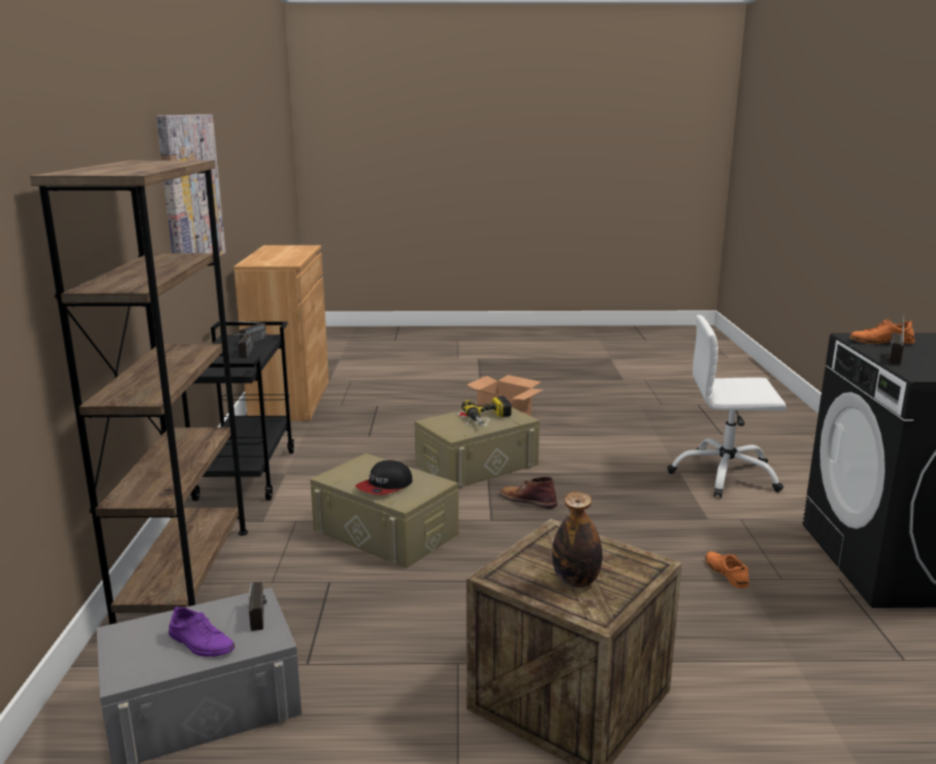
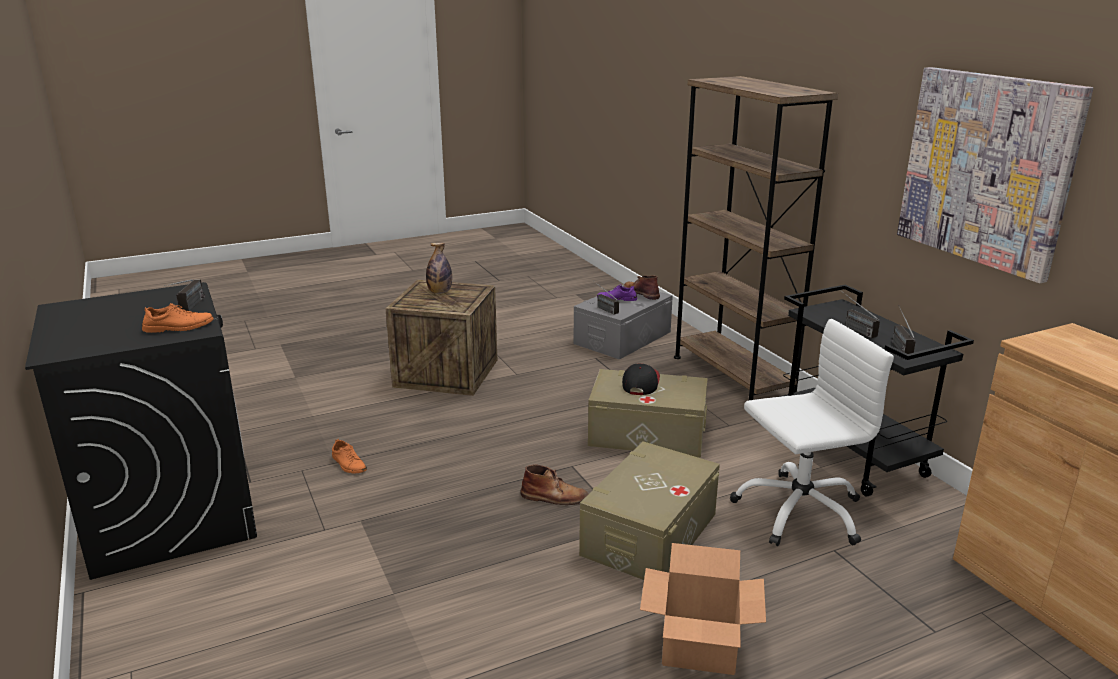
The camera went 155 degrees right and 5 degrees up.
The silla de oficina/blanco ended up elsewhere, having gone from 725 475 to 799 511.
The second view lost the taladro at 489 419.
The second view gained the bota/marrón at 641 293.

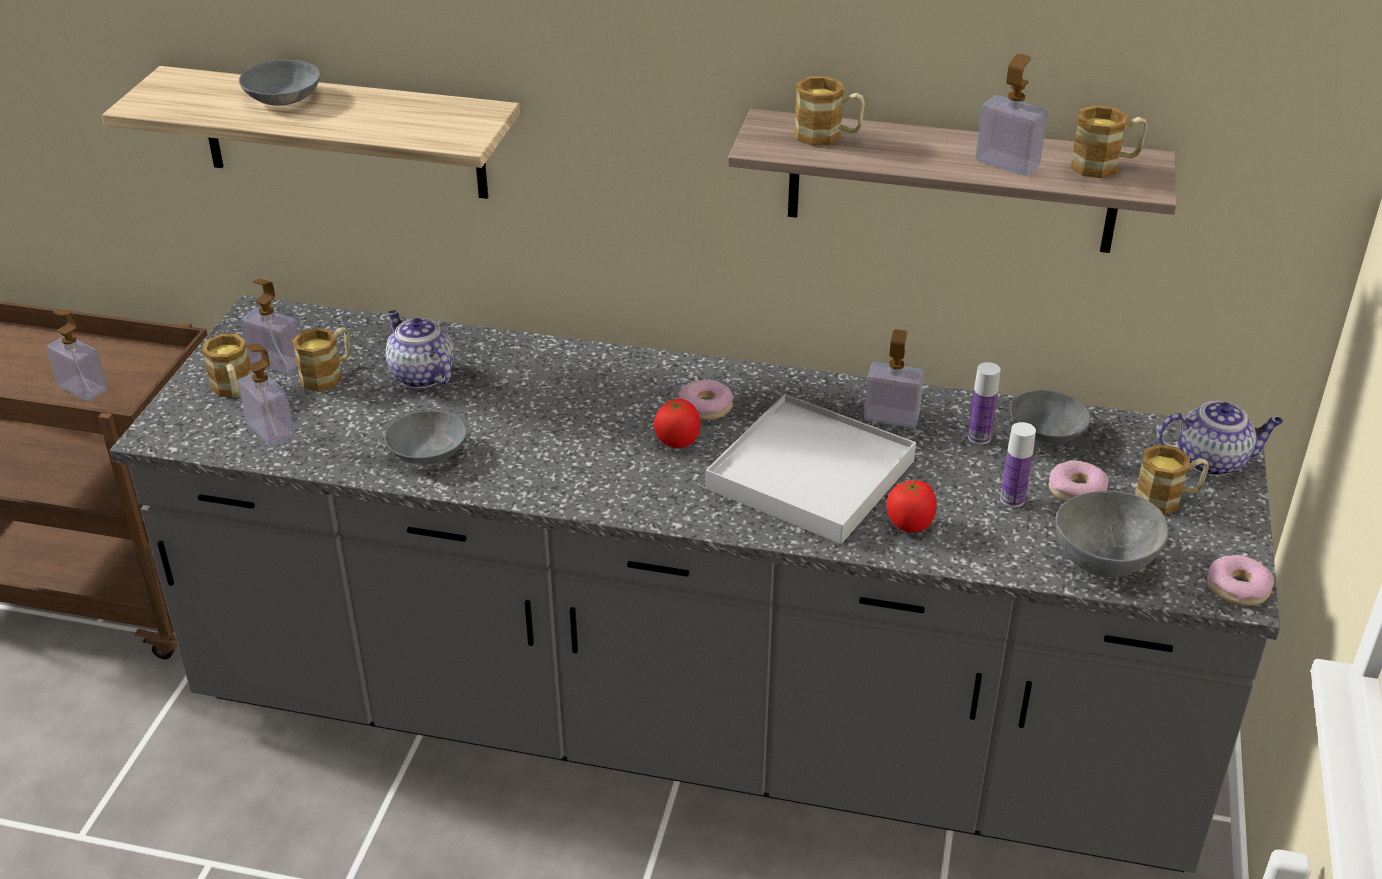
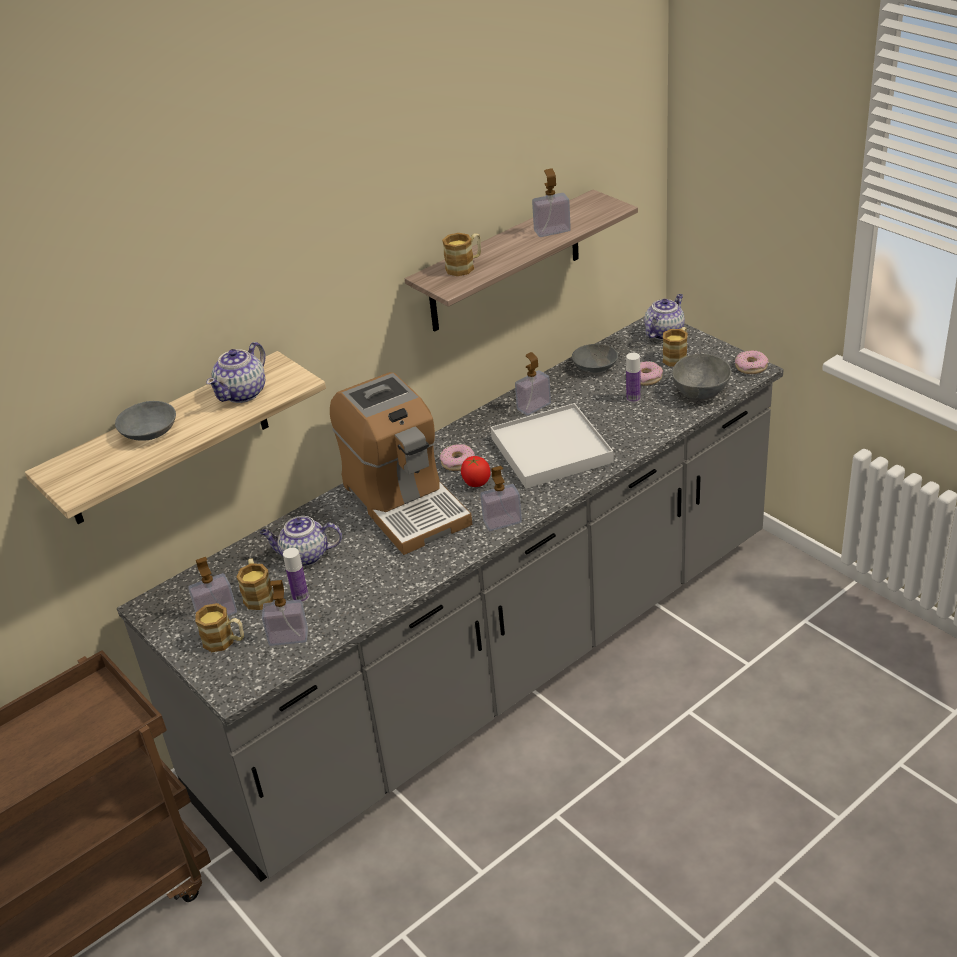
The camera went 50 degrees left and 0 degrees up.
The second view lost the taza grande at 1104 166.
The dispensador de jabón ended up elsewhere, having gone from 83 388 to 502 522.
The botella ended up elsewhere, having gone from 979 437 to 300 597.
The second view lost the cuenco/gris at 429 451.
The second view lost the tomate at 910 524.
The second view gained the tetera at 243 393.
The second view gained the cafetera at 404 503.

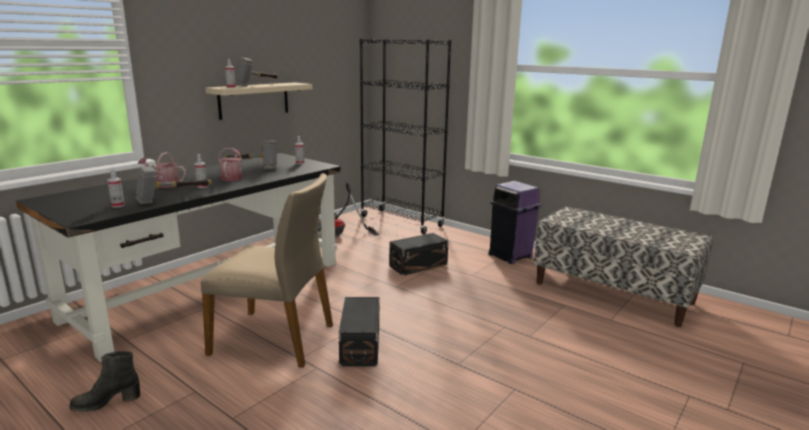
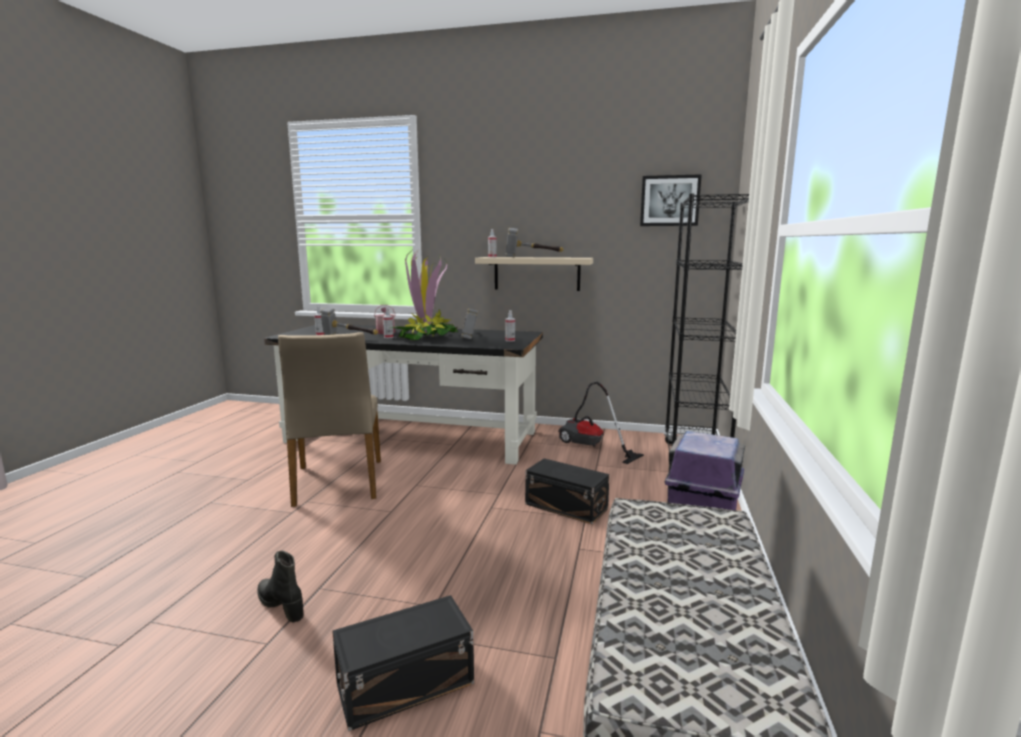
The camera went 65 degrees right and 5 degrees down.
Where the regadera stood at 232 177, the planta en maceta came to stand at 427 337.
The caja de almacenaje/negro ended up elsewhere, having gone from 359 346 to 403 683.
The bota/negro ended up elsewhere, having gone from 107 402 to 281 605.
The second view gained the cuadro at 670 201.

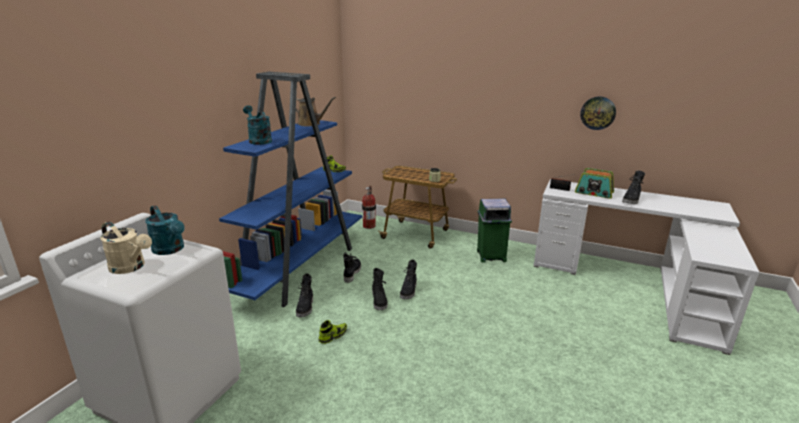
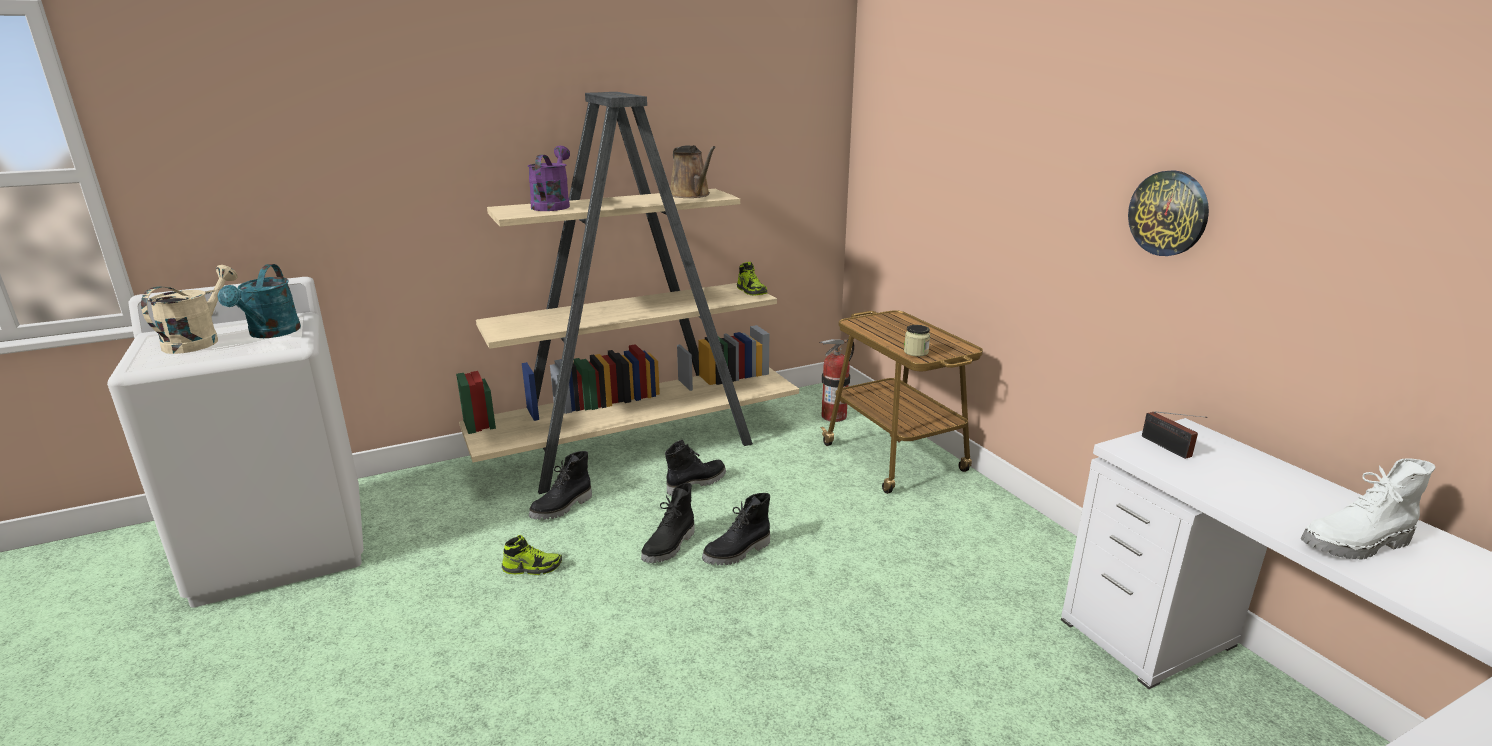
The camera went 40 degrees right and 0 degrees up.
What was the estantería/azul at 300 268 turned into the estantería/beis at 639 446.
The reloj de pared ended up elsewhere, having gone from 598 113 to 1168 213.
What was the regadera/turquesa at 258 140 turned into the regadera/morado at 552 205.
The second view lost the radio at 594 193.
What was the bota/negro at 632 200 turned into the bota/blanco at 1357 545.
The second view lost the papelera/verde at 490 256.
The regadera/beis at 131 267 ended up facing another way, 150 degrees counterclockwise from before.

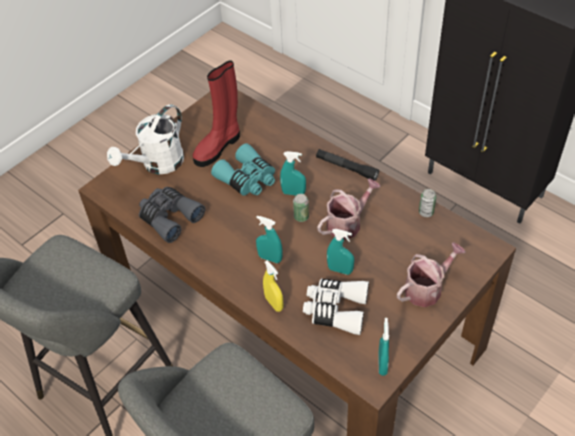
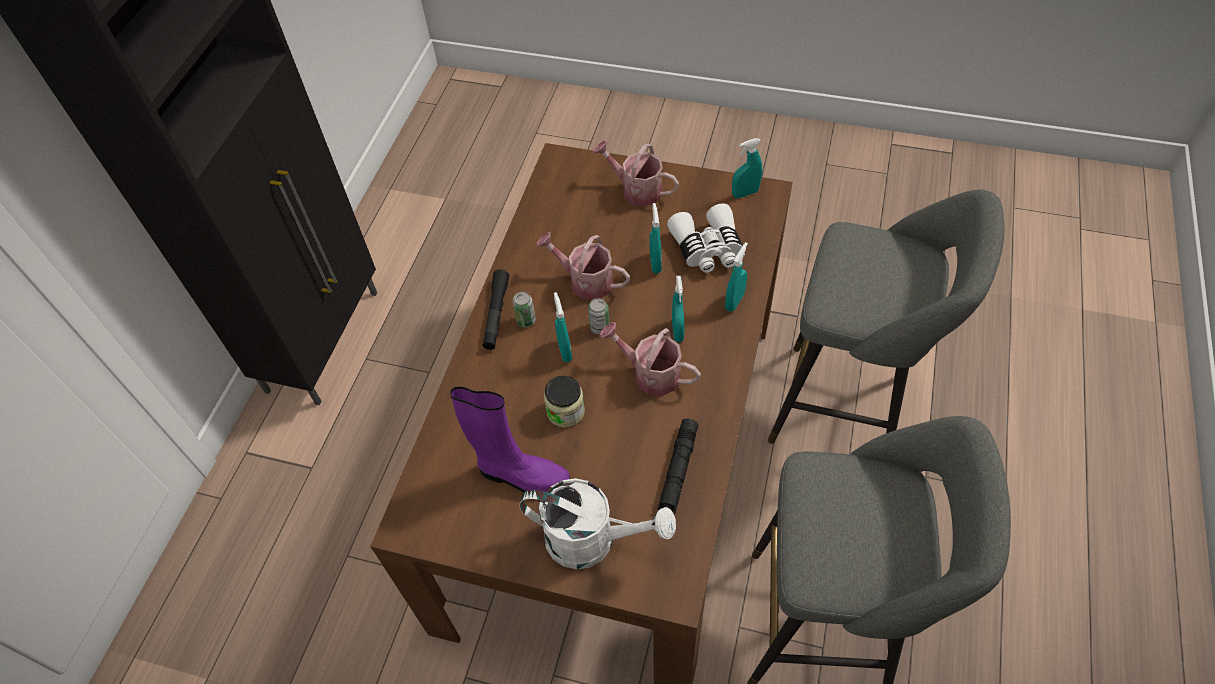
The camera went 115 degrees left and 5 degrees up.
What was the bota/rojo at 218 147 turned into the bota/morado at 521 476.
Where the prismáticos/turquesa stood at 247 179, the tarro came to stand at 565 411.
Where the prismáticos/gris stood at 169 217, the linterna/negro came to stand at 678 469.
The lata ended up elsewhere, having gone from 426 212 to 526 320.
What was the pulverizador/amarillo at 274 303 turned into the pulverizador/turquesa at 734 301.
The second view gained the regadera at 650 373.

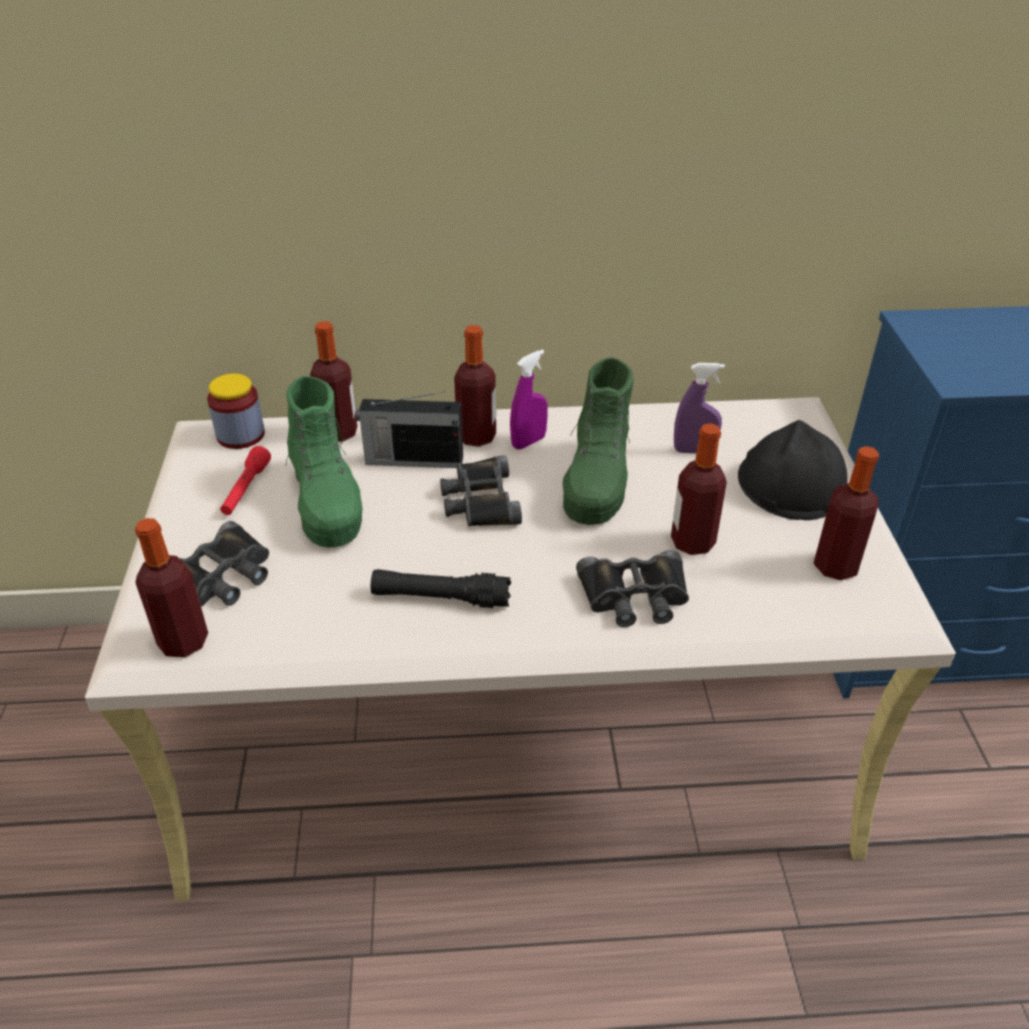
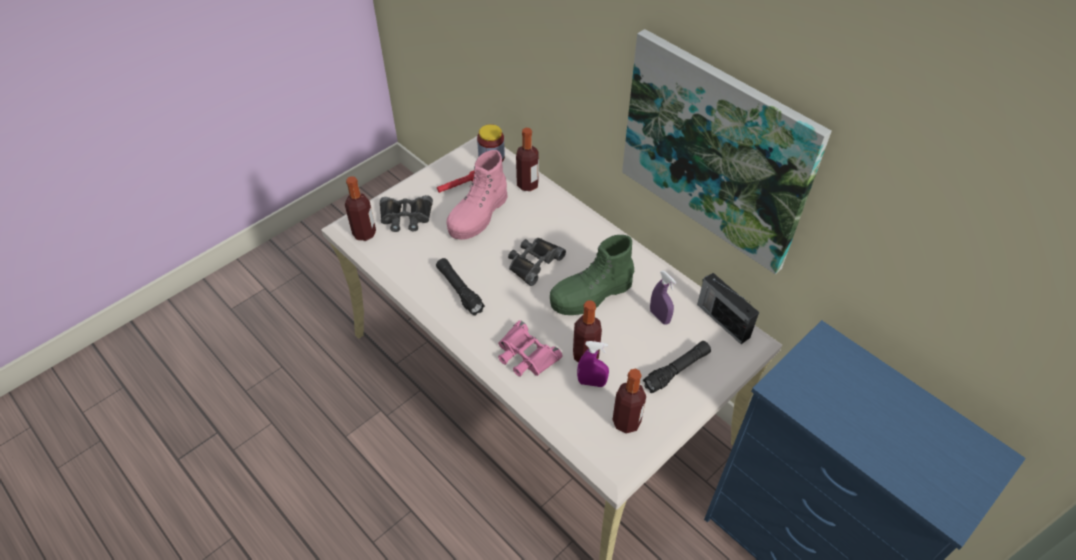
The camera went 50 degrees right and 10 degrees up.
The second view lost the botella at 476 437.
The pulverizador/morado ended up elsewhere, having gone from 528 442 to 591 382.
What was the bota/verde at 327 504 turned into the bota/rosa at 478 215.
The radio ended up elsewhere, having gone from 412 460 to 722 320.
Where the casco/negro stood at 791 483, the linterna/negro came to stand at 676 370.
What was the prismáticos/negro at 635 596 turned into the prismáticos/rosa at 525 355.
The second view gained the cuadro at 716 151.

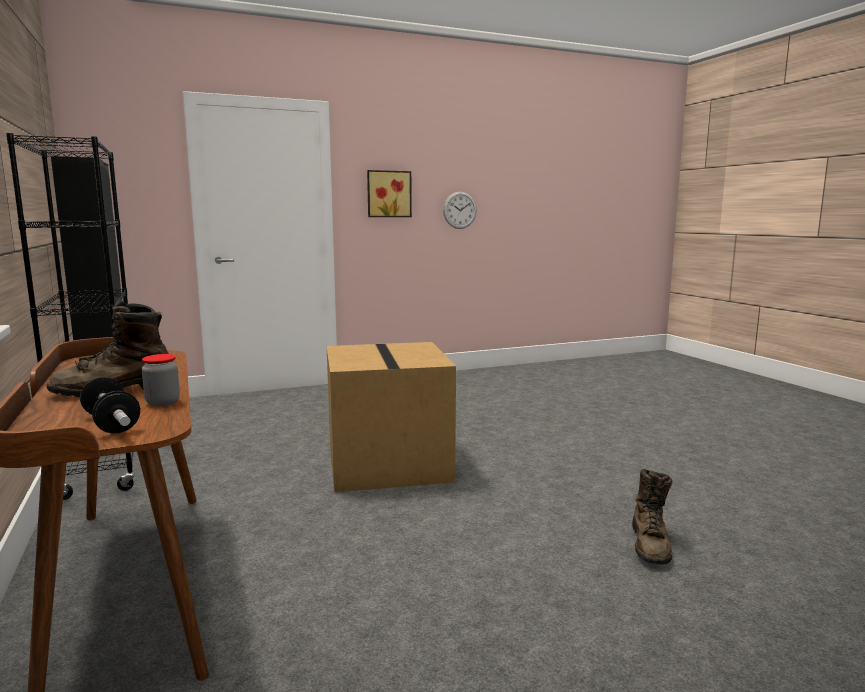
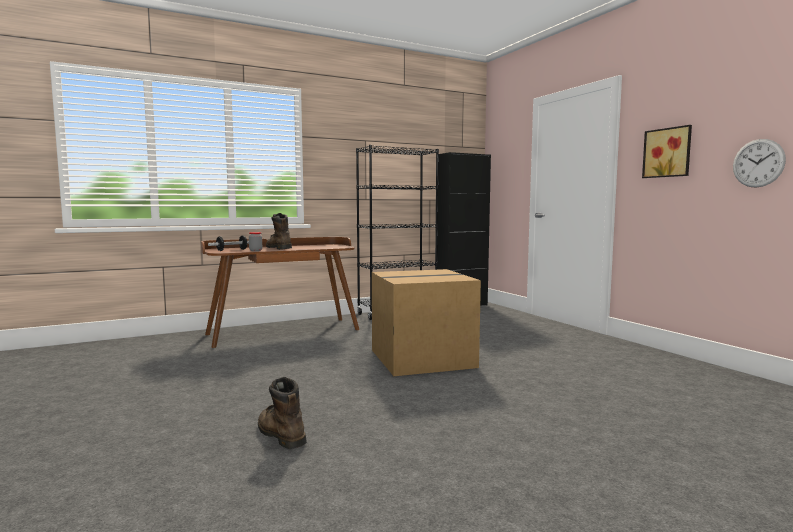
The camera went 85 degrees right and 5 degrees down.
The bota/marrón at 650 545 ended up facing another way, 45 degrees clockwise from before.

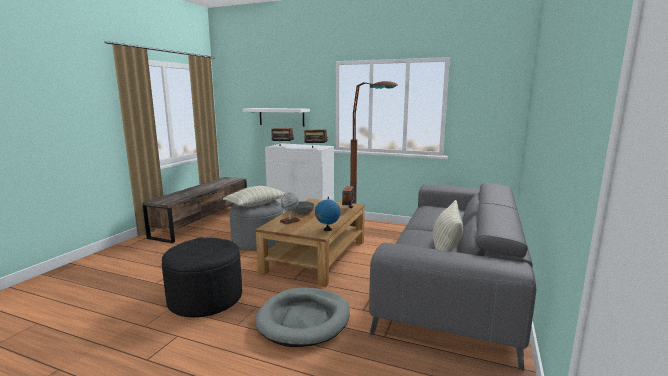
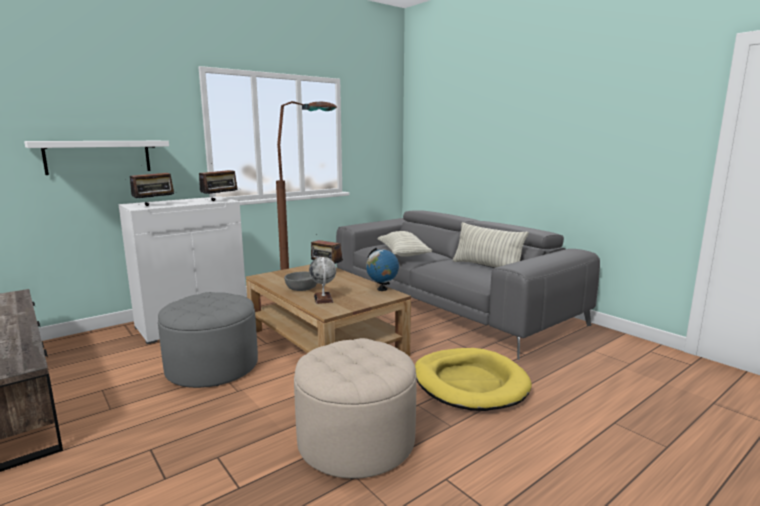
The camera went 60 degrees left and 0 degrees up.
The cojín ended up elsewhere, having gone from 256 204 to 403 254.
What was the puf/negro at 205 298 turned into the puf/beis at 356 440.
What was the cama para perro/gris at 304 319 turned into the cama para perro/amarillo at 470 383.

